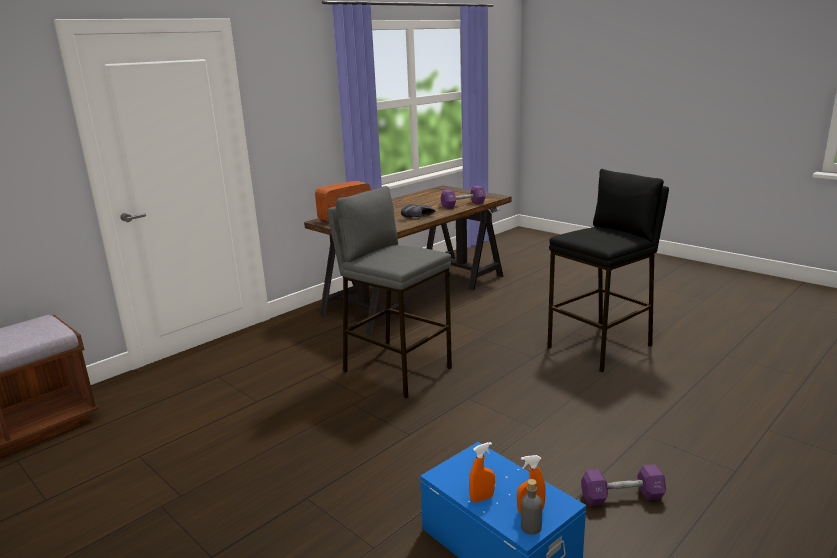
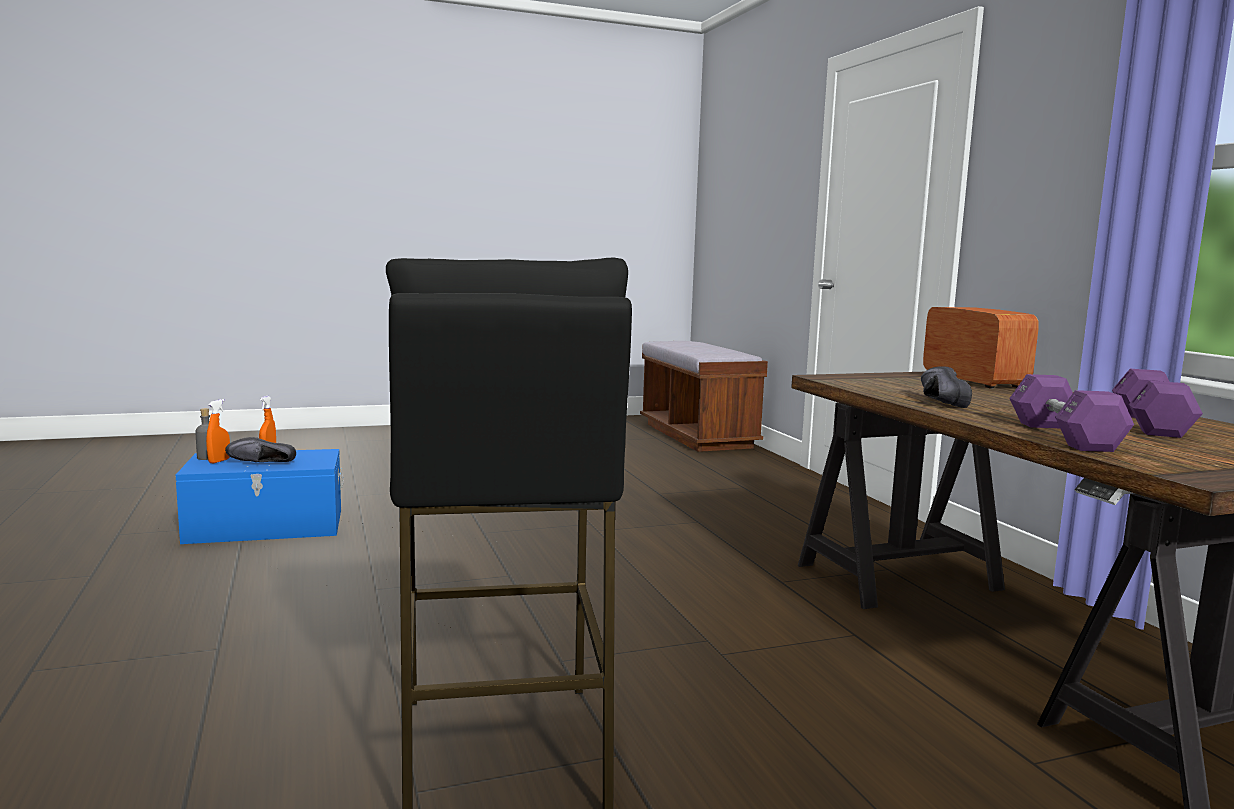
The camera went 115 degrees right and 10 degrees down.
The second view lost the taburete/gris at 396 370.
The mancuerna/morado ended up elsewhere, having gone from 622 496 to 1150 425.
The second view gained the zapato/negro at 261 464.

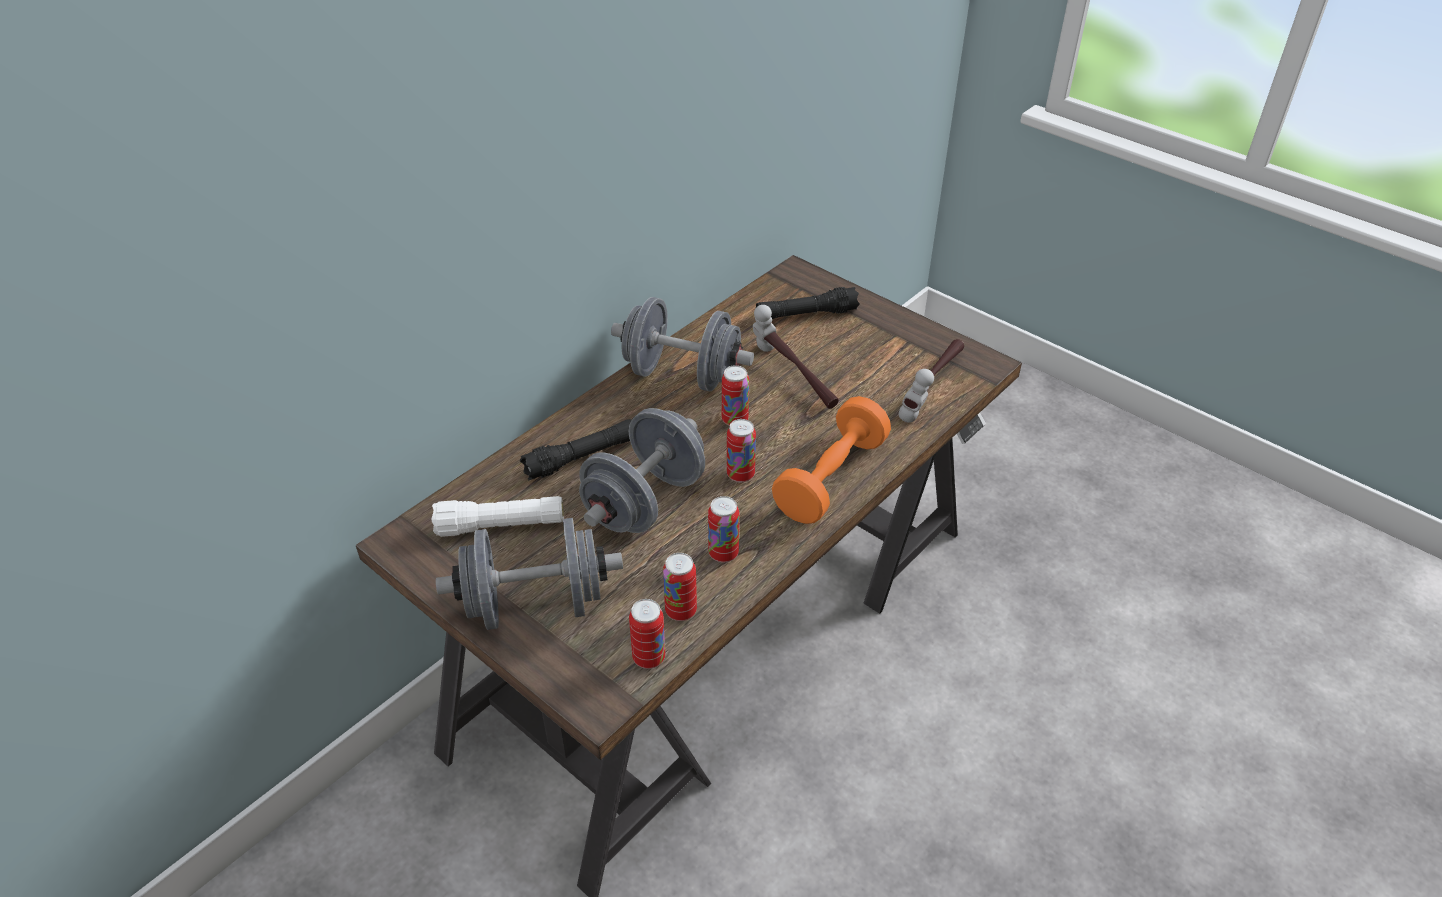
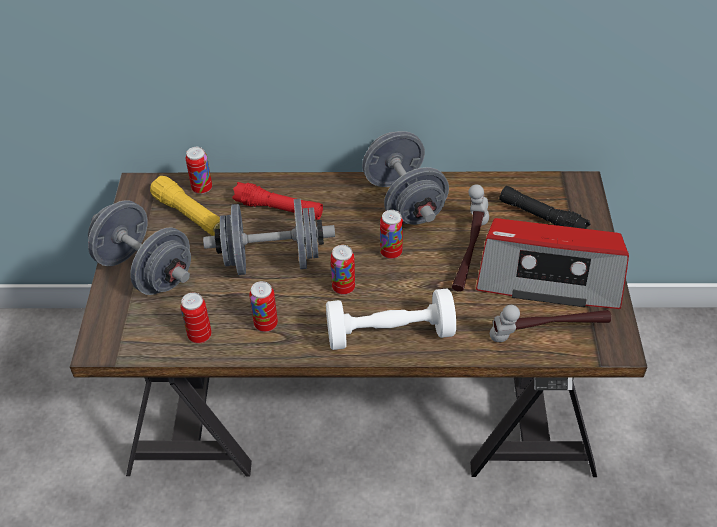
The camera went 50 degrees right and 5 degrees up.
What was the mancuerna/naranja at 831 478 turned into the mancuerna/blanco at 390 334.
What was the linterna/negro at 581 458 turned into the linterna/rojo at 279 209.
What was the linterna/blanco at 501 526 turned into the linterna/amarillo at 190 215.
The lata ended up elsewhere, having gone from 649 658 to 202 188.
The second view gained the radio at 549 276.

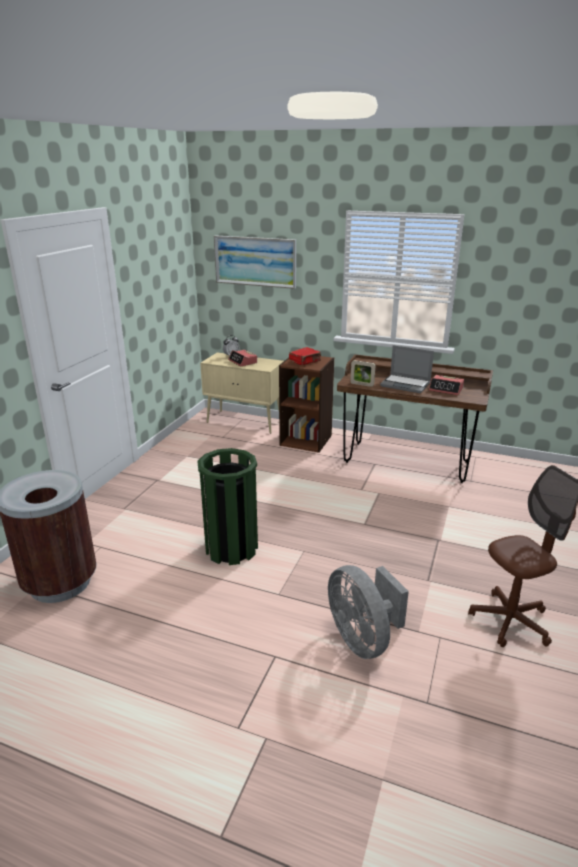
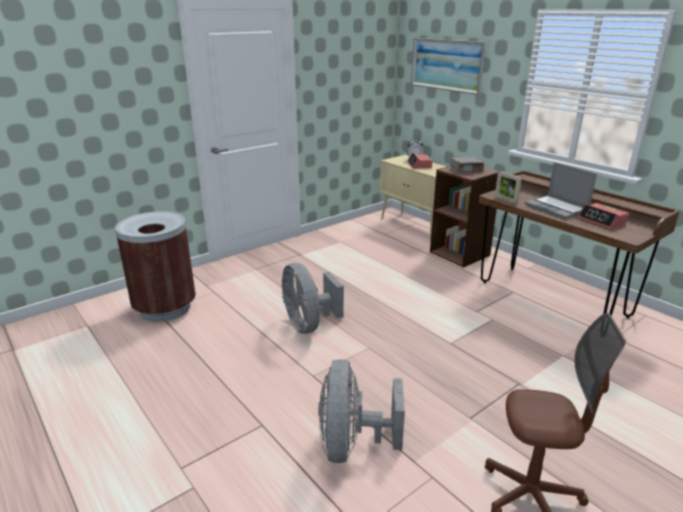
The camera went 30 degrees right and 0 degrees up.
What was the libro/rojo at 305 361 turned into the libro/gris at 466 170.
Where the papelera/verde stood at 231 548, the ventilador/gris came to stand at 308 324.

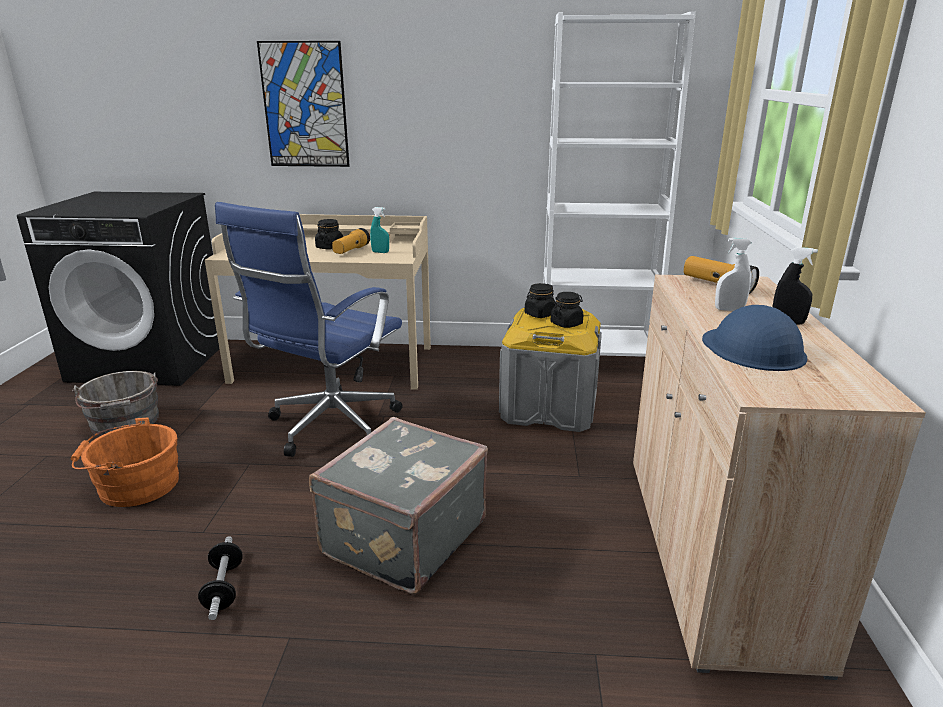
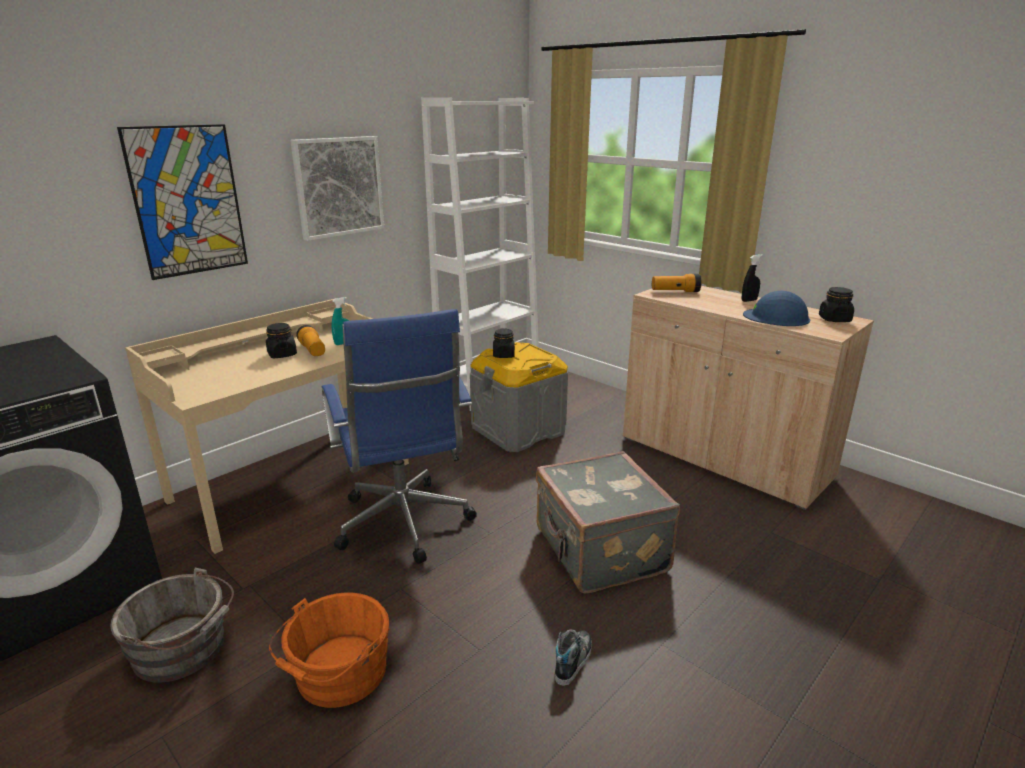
The camera went 50 degrees left and 0 degrees up.
The second view lost the pulverizador/blanco at 729 309.
The tarro/negro ended up elsewhere, having gone from 566 324 to 834 319.
Where the mancuerna stood at 223 588, the zapato came to stand at 573 660.
The second view gained the cuadro at 338 187.

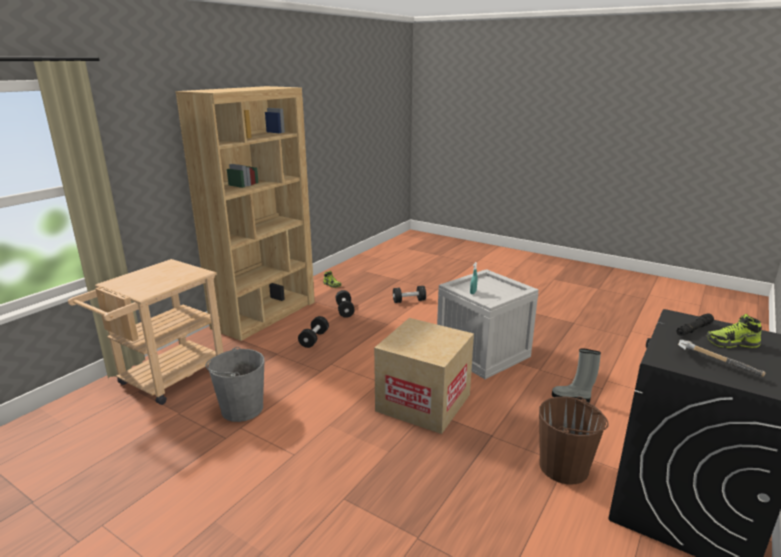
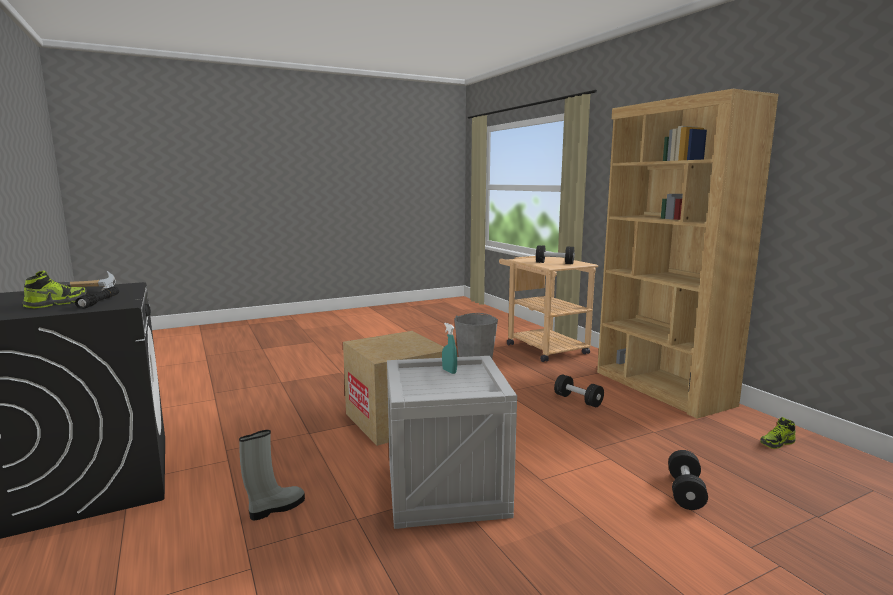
The camera went 120 degrees right and 10 degrees down.
The mancuerna/negro ended up elsewhere, having gone from 345 310 to 554 263.
The second view lost the cubo/marrón at 564 467.

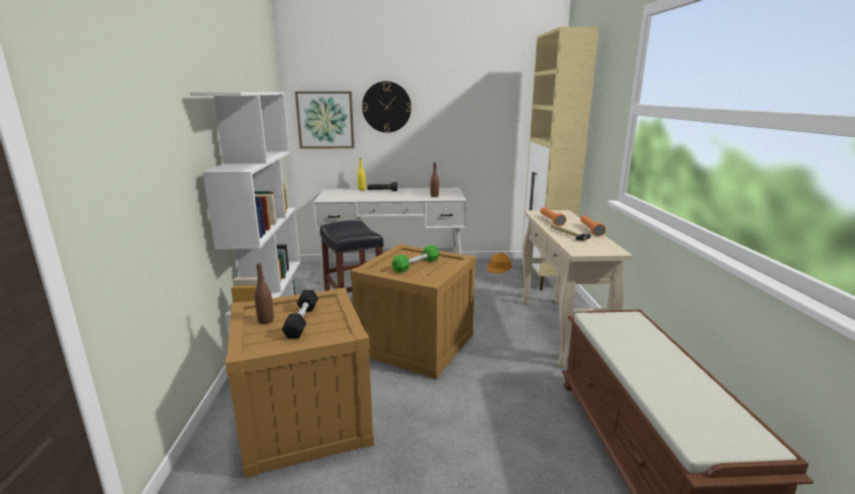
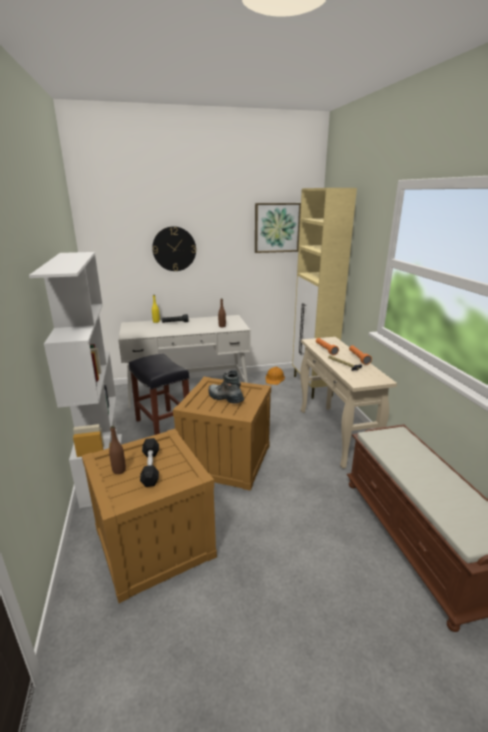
The camera went 10 degrees left and 5 degrees up.
The cuadro ended up elsewhere, having gone from 325 120 to 277 228.
Where the mancuerna/verde stood at 416 265, the bota came to stand at 225 398.

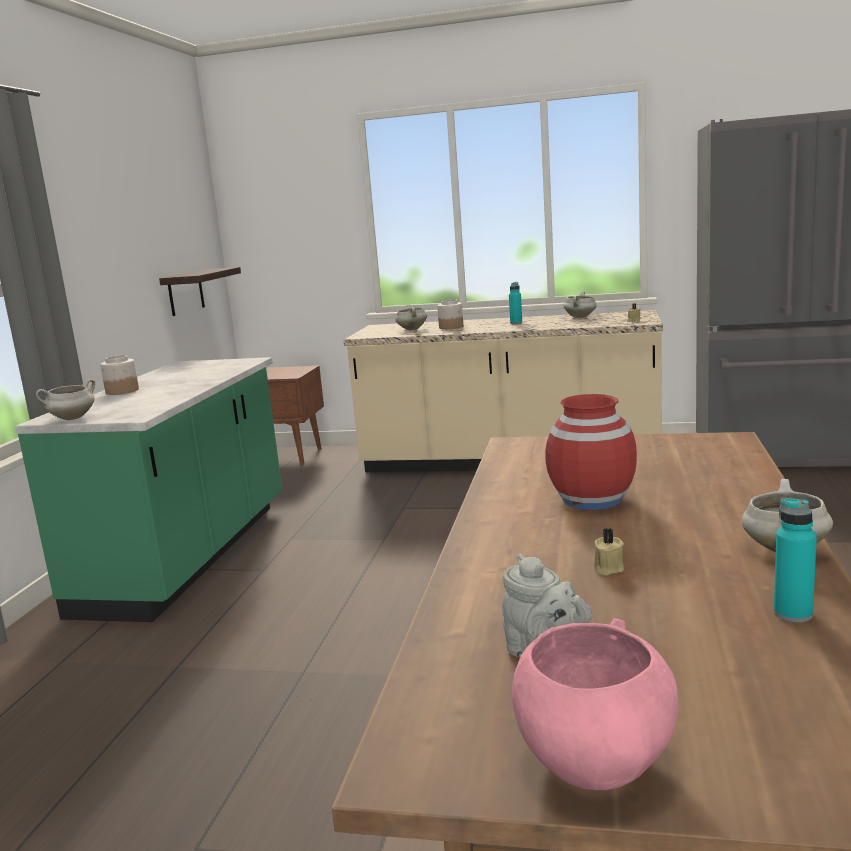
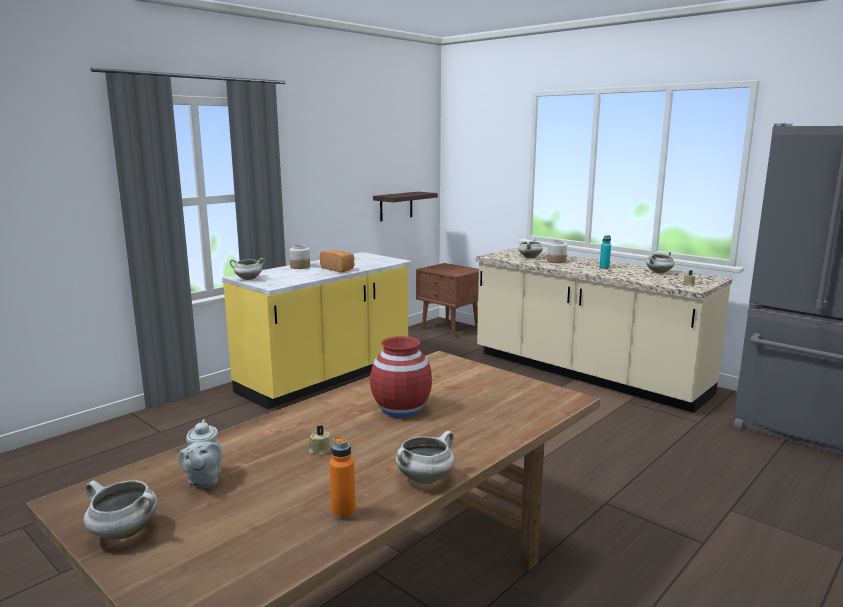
The camera went 30 degrees right and 0 degrees up.
What was the mueble bajo de cocina/verde at 190 556 turned into the mueble bajo de cocina/amarillo at 327 377.
What was the botella/turquesa at 793 614 turned into the botella/naranja at 343 513.
Where the cuenco/rosa stood at 594 762, the olla/blanco came to stand at 123 533.
The second view gained the pan at 338 269.

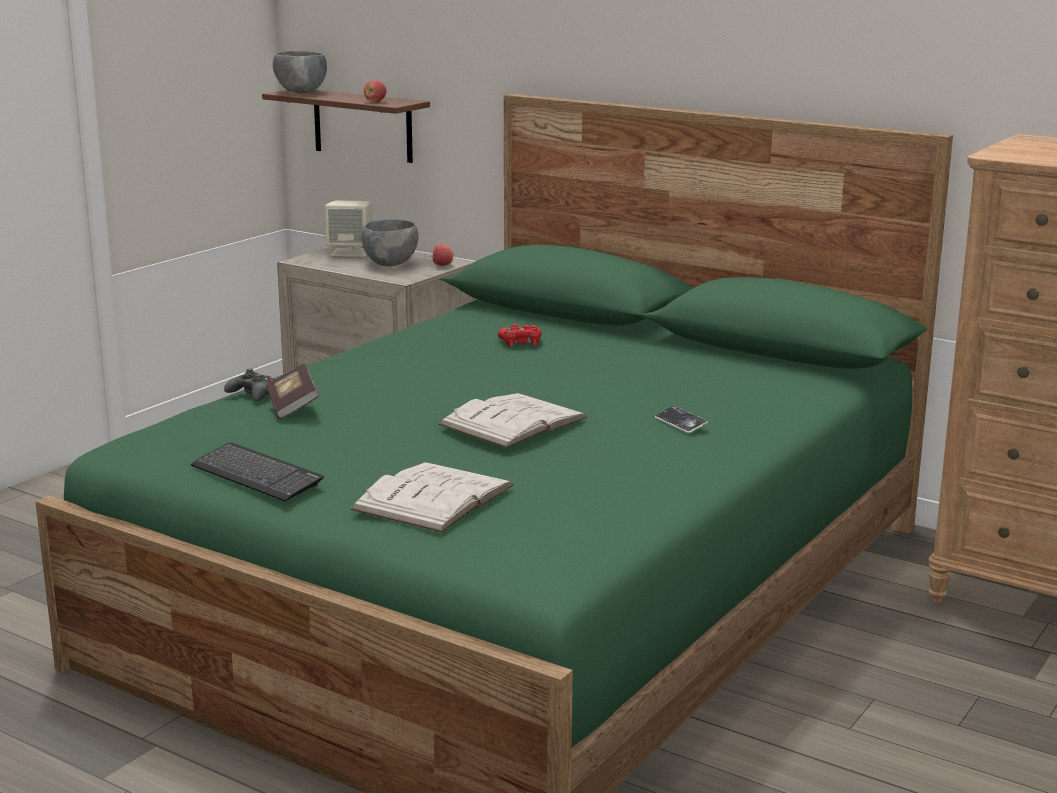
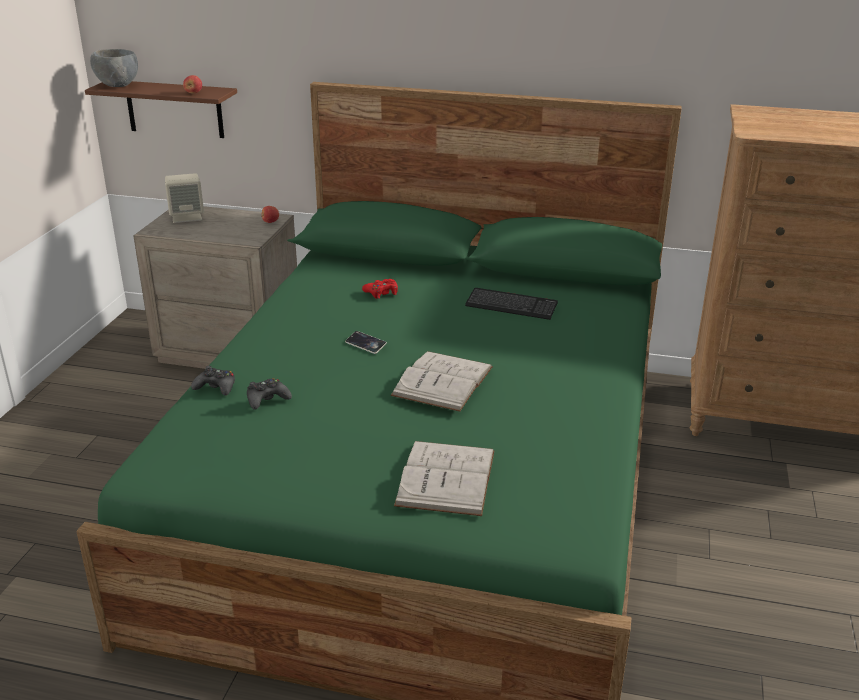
The camera went 20 degrees left and 10 degrees up.
The second view lost the cuenco/gris at 391 264.
Where the libro stood at 293 406, the mando de consola/negro came to stand at 267 399.
The móvil ended up elsewhere, having gone from 680 423 to 365 345.
The teclado ended up elsewhere, having gone from 256 475 to 511 306.

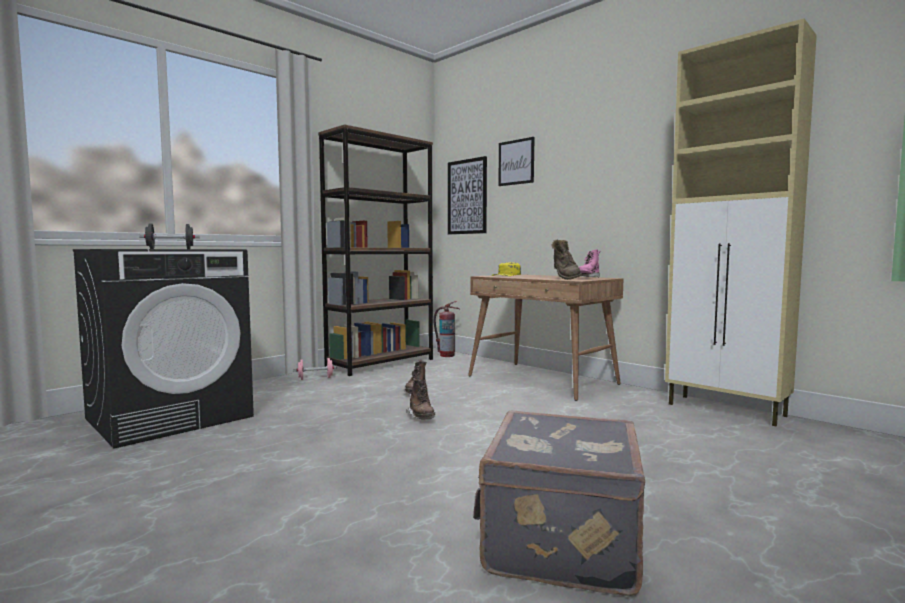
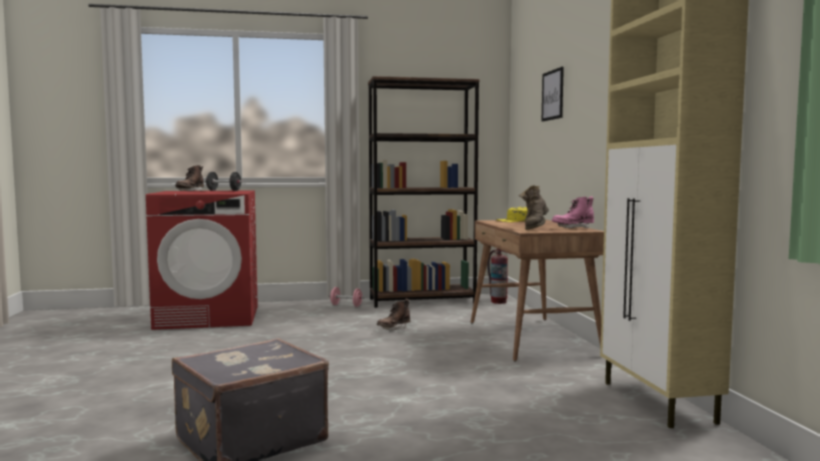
The camera went 35 degrees right and 0 degrees up.
The second view lost the cuadro at 467 197.
What was the lavadora/negro at 170 417 turned into the lavadora/rojo at 209 317.
The bota/marrón ended up elsewhere, having gone from 421 417 to 190 192.

